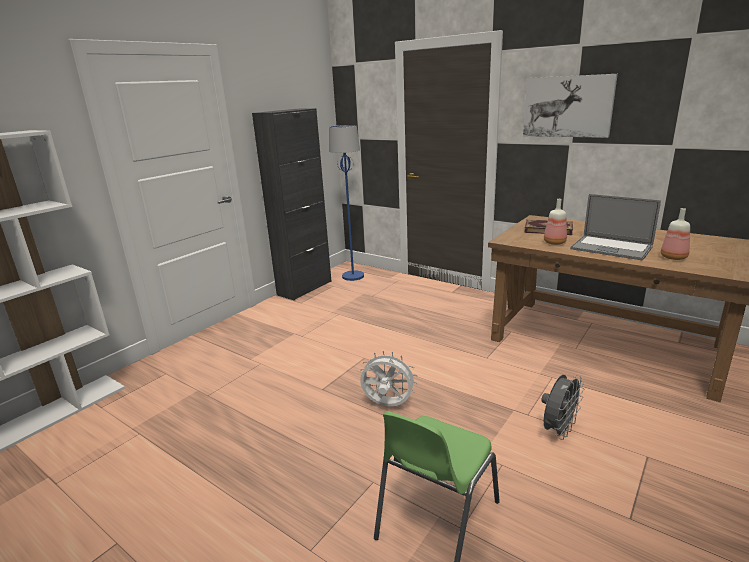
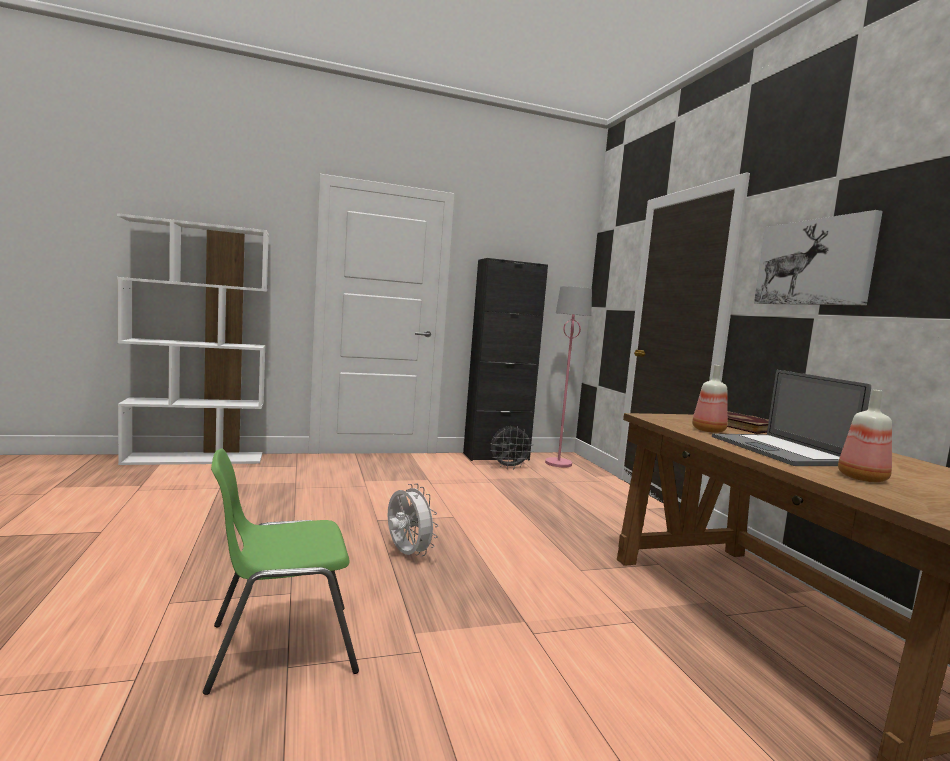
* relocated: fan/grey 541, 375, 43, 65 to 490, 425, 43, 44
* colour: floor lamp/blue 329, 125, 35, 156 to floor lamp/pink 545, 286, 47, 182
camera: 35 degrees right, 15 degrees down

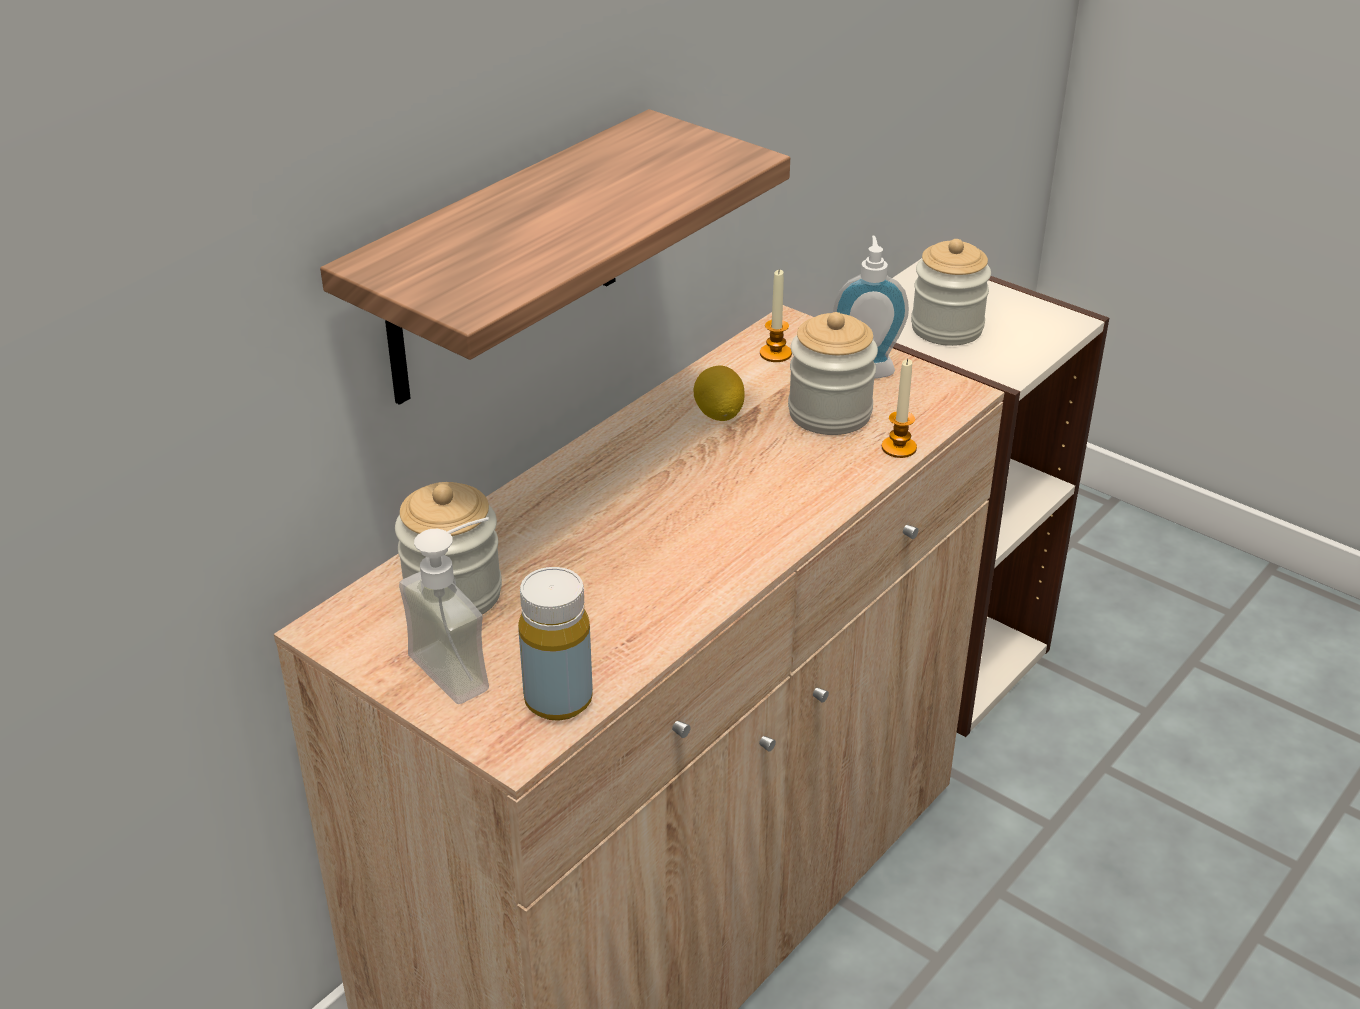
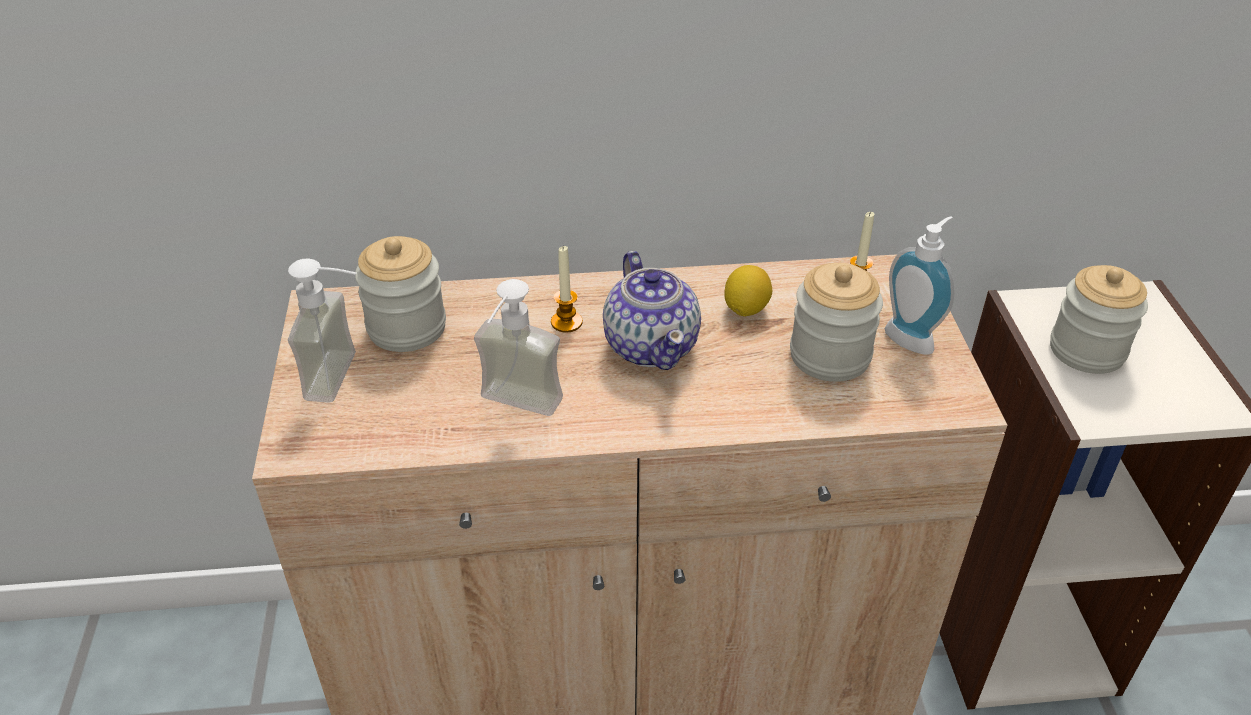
* missing: shelf 320, 109, 470, 296
* missing: bottle/yellow 518, 567, 75, 154
* appeared: soap dispenser 474, 279, 89, 137
* appeared: teapot 603, 251, 98, 119
* relocated: candle 882, 359, 35, 99 to 551, 246, 32, 87
camera: 45 degrees right, 5 degrees up

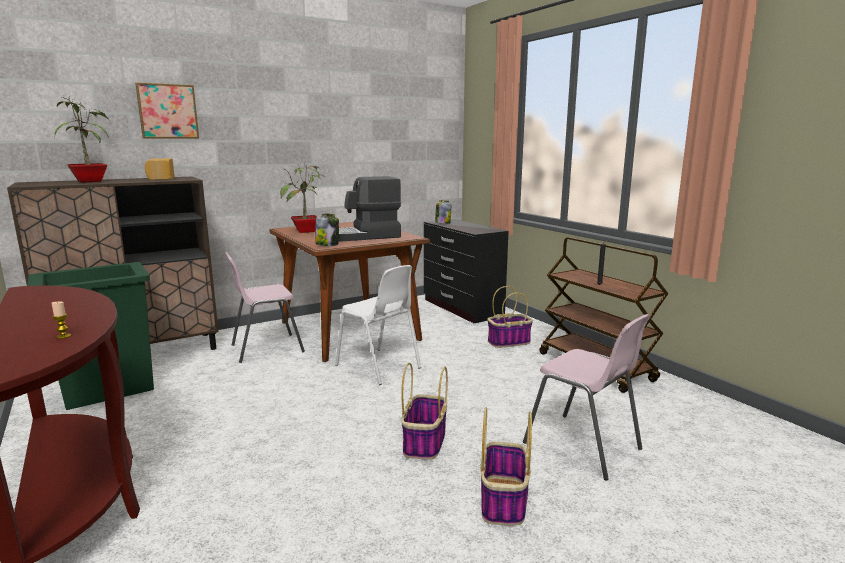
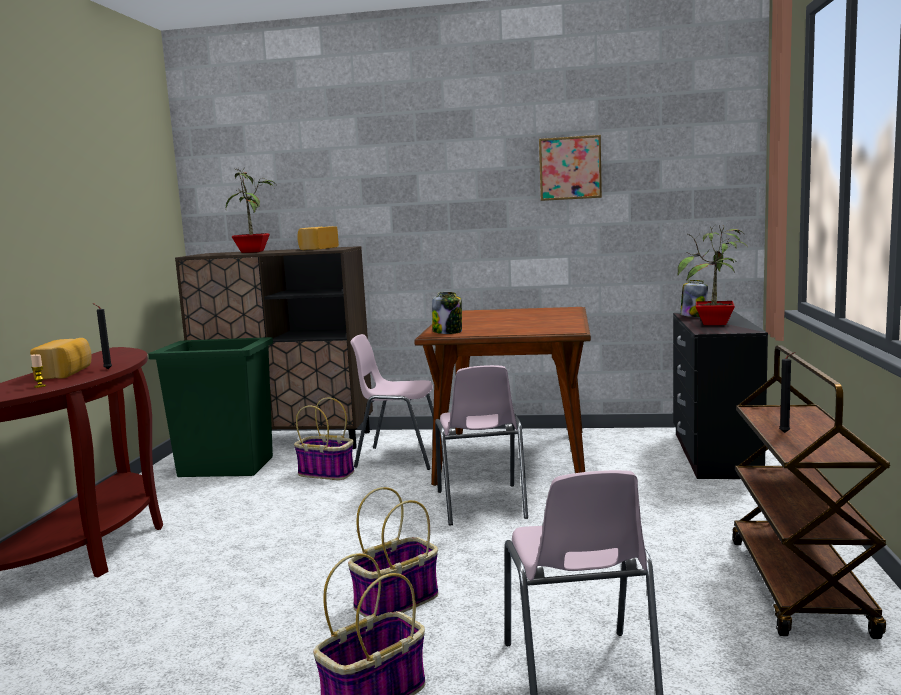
* missing: coffee machine 339, 176, 62, 66
* appeared: bread 30, 338, 61, 41
* appeared: candle/black 92, 303, 20, 66
* relocated: picture 135, 82, 64, 57 to 539, 135, 63, 66
* relocated: potted plant 280, 163, 47, 70 to 677, 225, 71, 100
* relocated: basket 488, 286, 45, 62 to 294, 397, 60, 83
* colour: chair/white 335, 265, 86, 120 to chair/pink 435, 365, 93, 160
camera: 40 degrees right, 5 degrees down

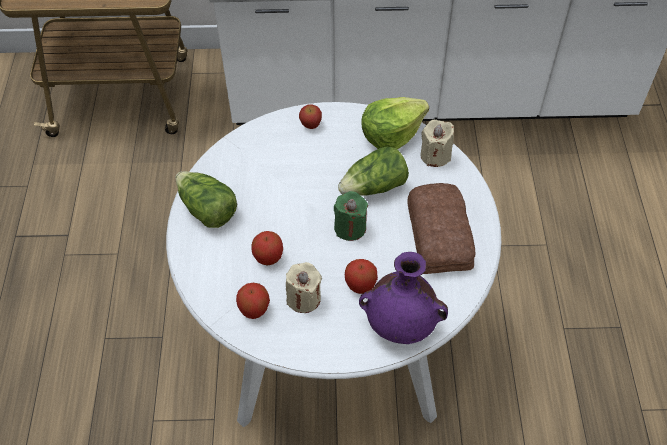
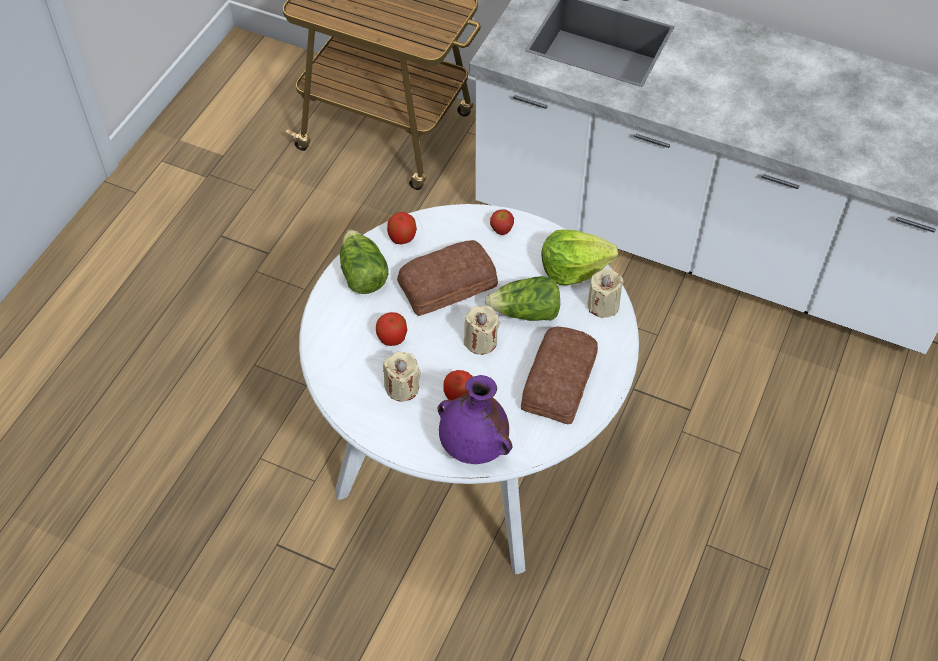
* appeared: bread 397, 240, 101, 76
* relocated: apple 236, 283, 34, 36 to 387, 212, 30, 32
* colour: candle/green 334, 191, 34, 50 to candle/beige 464, 305, 36, 50
camera: 25 degrees right, 0 degrees up

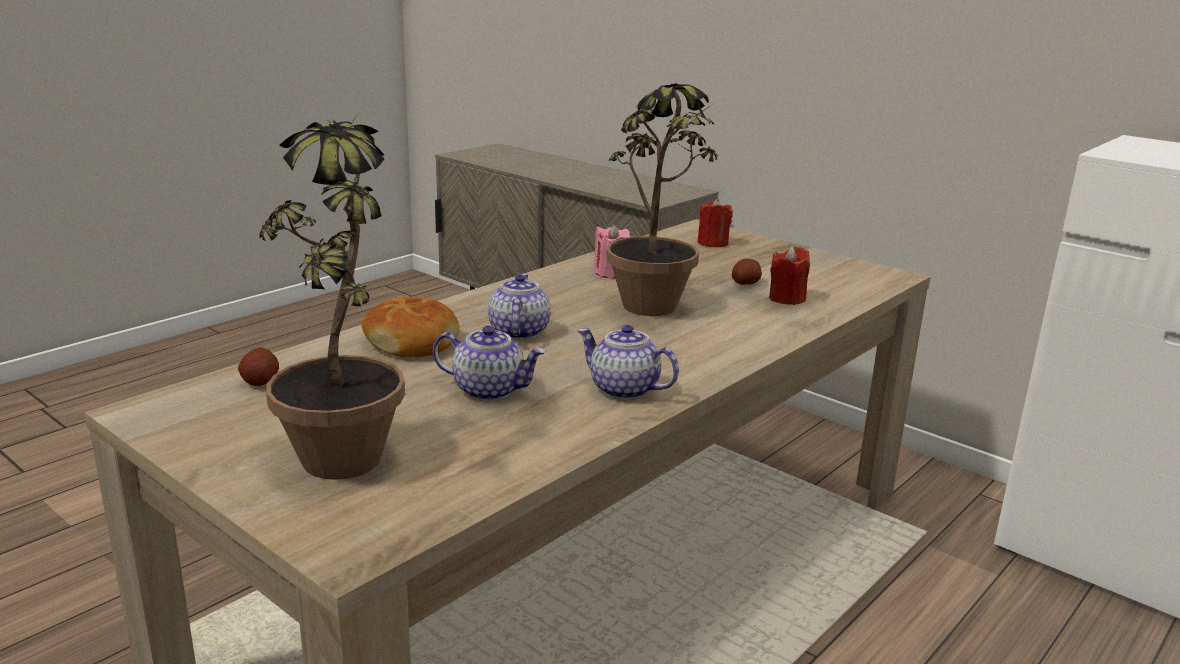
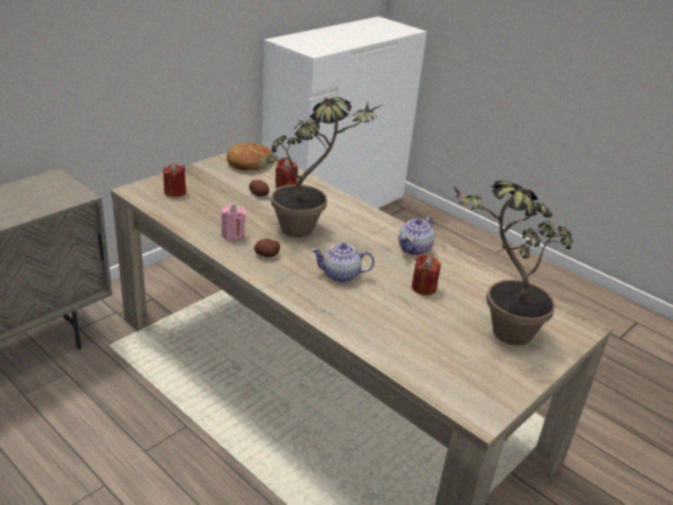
* relocated: potato 238, 347, 41, 39 to 254, 238, 26, 19
* relocated: bread 362, 297, 97, 60 to 227, 142, 45, 28
* exchanged: teapot 433, 326, 113, 75 to candle/red 412, 254, 29, 41
camera: 90 degrees left, 10 degrees up

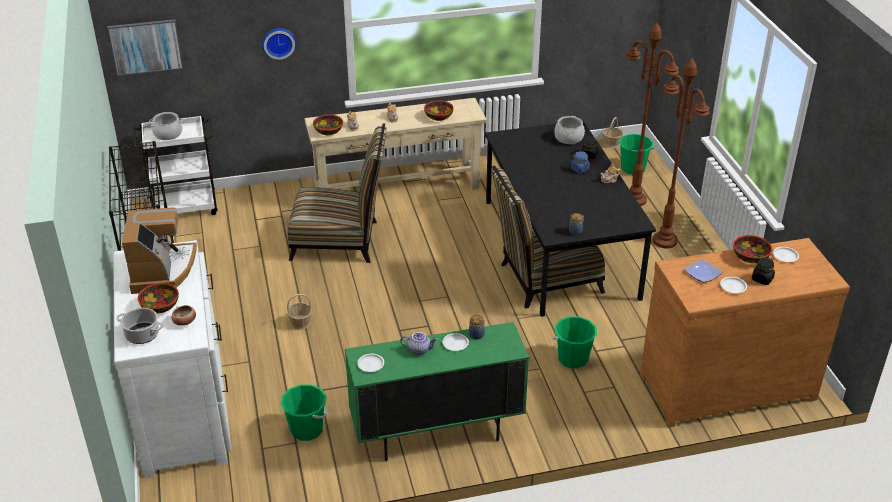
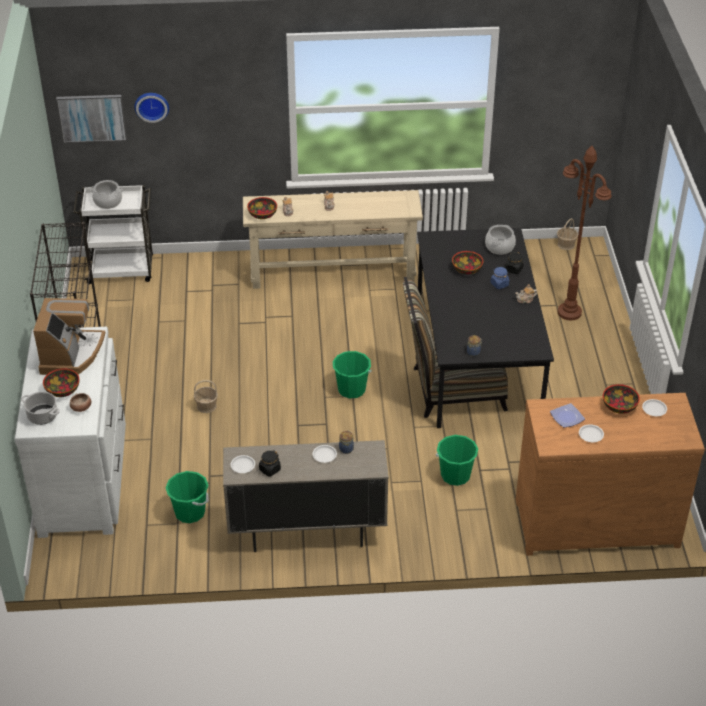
* missing: chair 288, 123, 99, 140
* missing: teapot 400, 332, 38, 23
* missing: floor lamp/brown 653, 58, 57, 191
* relocated: wall clock 262, 28, 34, 32 to 134, 93, 35, 30
* relocated: bowl 424, 100, 30, 21 to 452, 251, 31, 24
* relocated: bucket/green 619, 134, 35, 41 to 333, 351, 39, 47
* relocated: jar/black 752, 257, 23, 28 to 259, 450, 22, 27
* colour: cabinet/green 345, 322, 184, 139 to cabinet/beige 223, 440, 166, 112
camera: 10 degrees right, 5 degrees up

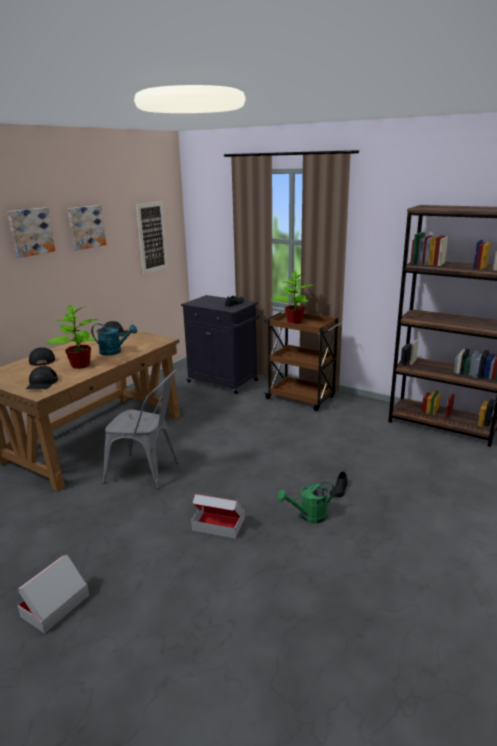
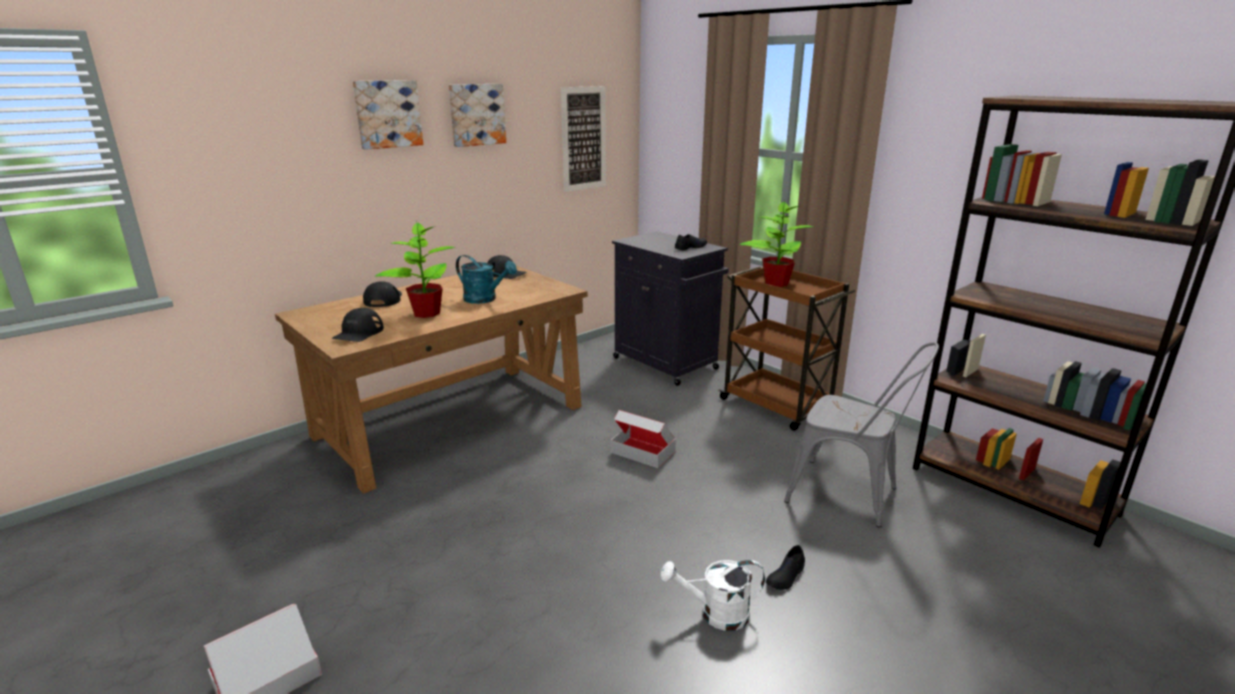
* relocated: chair/grey 103, 370, 76, 119 to 784, 342, 155, 185
* relocated: cardboard box 191, 494, 54, 45 to 611, 410, 65, 58
* colour: watering can/green 277, 481, 57, 42 to watering can/white 660, 560, 105, 71
camera: 15 degrees right, 0 degrees up

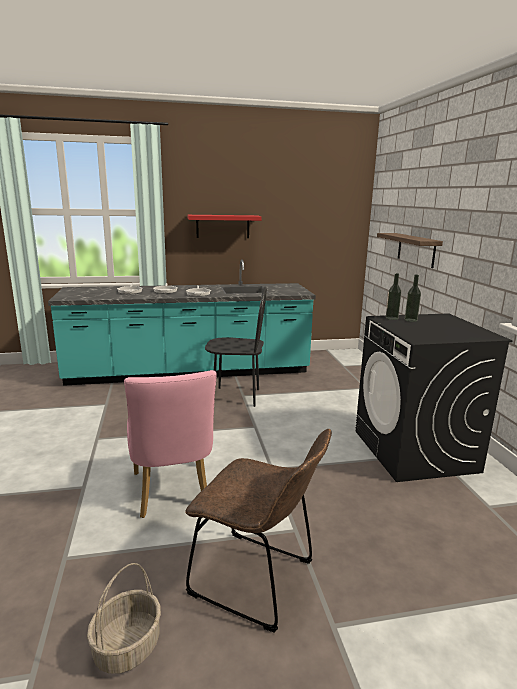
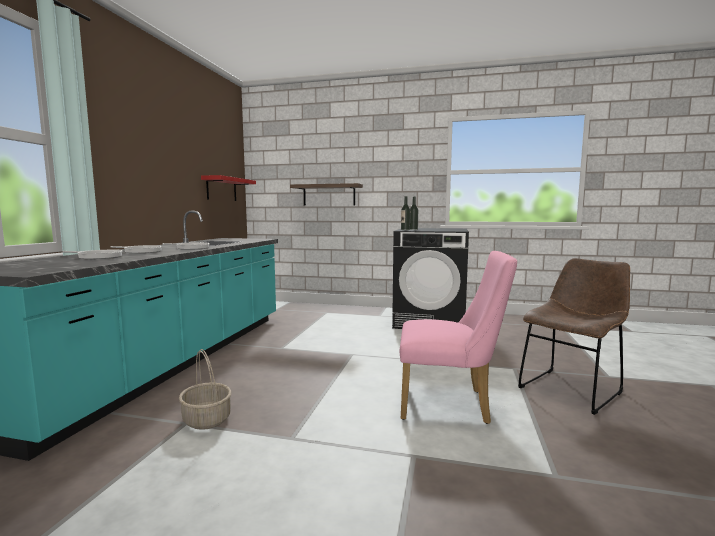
* missing: chair/black 205, 286, 62, 121
* relocated: basket 87, 563, 74, 111 to 179, 349, 53, 81
* relocated: shelf/red 188, 215, 74, 23 to 201, 175, 55, 26
camera: 65 degrees left, 10 degrees down

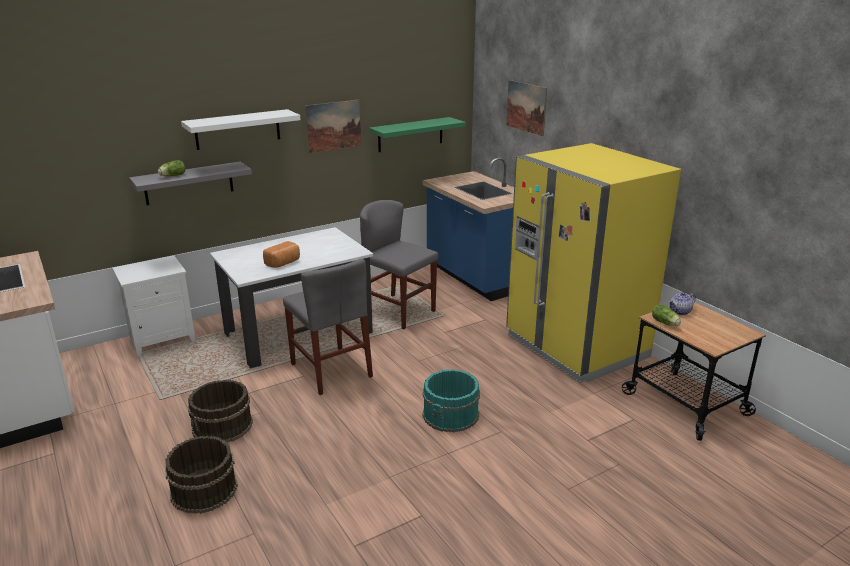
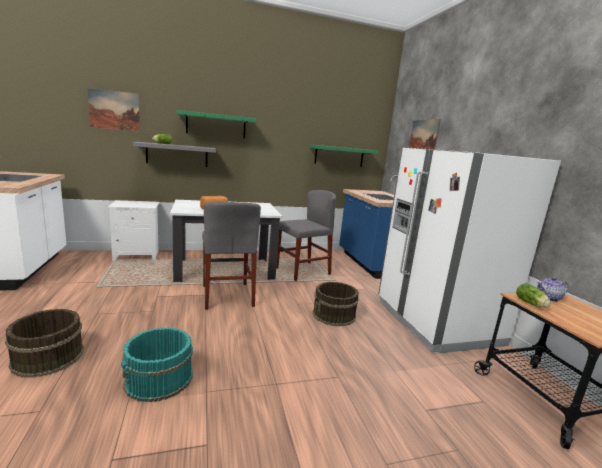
* relocated: bucket/brown 188, 380, 65, 63 to 313, 282, 46, 44
* relocated: picture 305, 100, 56, 53 to 87, 88, 53, 44
* relocated: bucket/turquoise 422, 369, 58, 63 to 121, 327, 72, 75
* colour: shelf/white 181, 109, 119, 41 to shelf/green 176, 110, 80, 29
* colour: fridge/yellow 506, 143, 175, 240 to fridge/white 378, 147, 183, 206
* spun: chair/grey 360, 200, 78, 129 = 276, 190, 60, 91 90 degrees clockwise
camera: 15 degrees right, 10 degrees down

